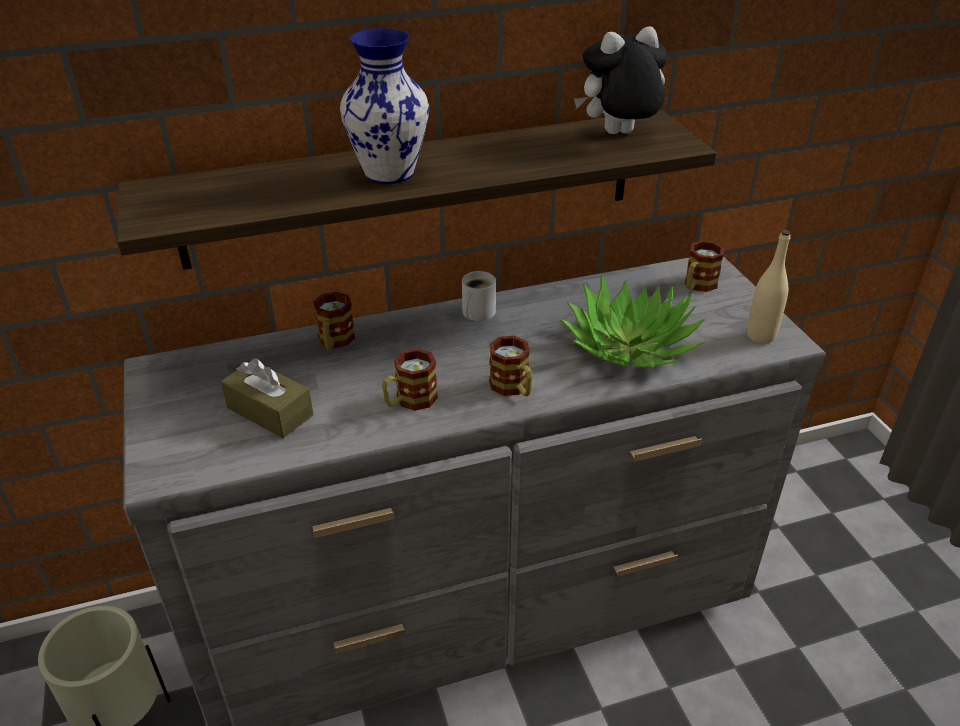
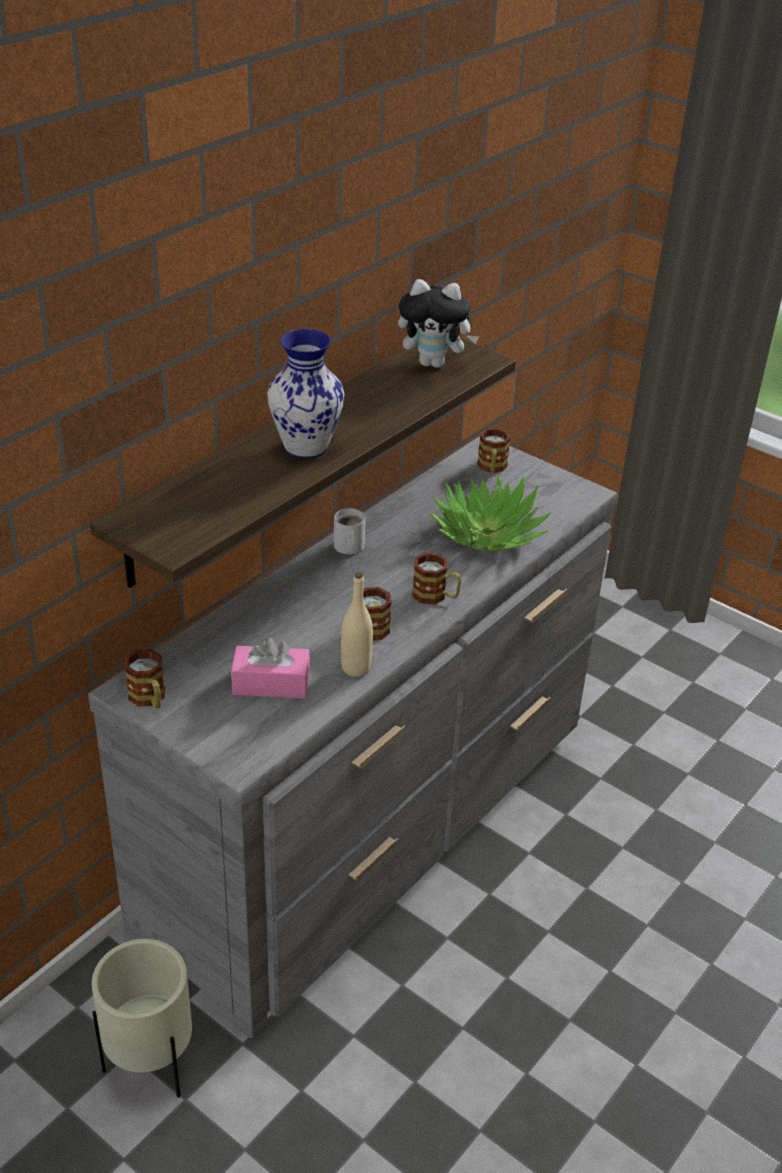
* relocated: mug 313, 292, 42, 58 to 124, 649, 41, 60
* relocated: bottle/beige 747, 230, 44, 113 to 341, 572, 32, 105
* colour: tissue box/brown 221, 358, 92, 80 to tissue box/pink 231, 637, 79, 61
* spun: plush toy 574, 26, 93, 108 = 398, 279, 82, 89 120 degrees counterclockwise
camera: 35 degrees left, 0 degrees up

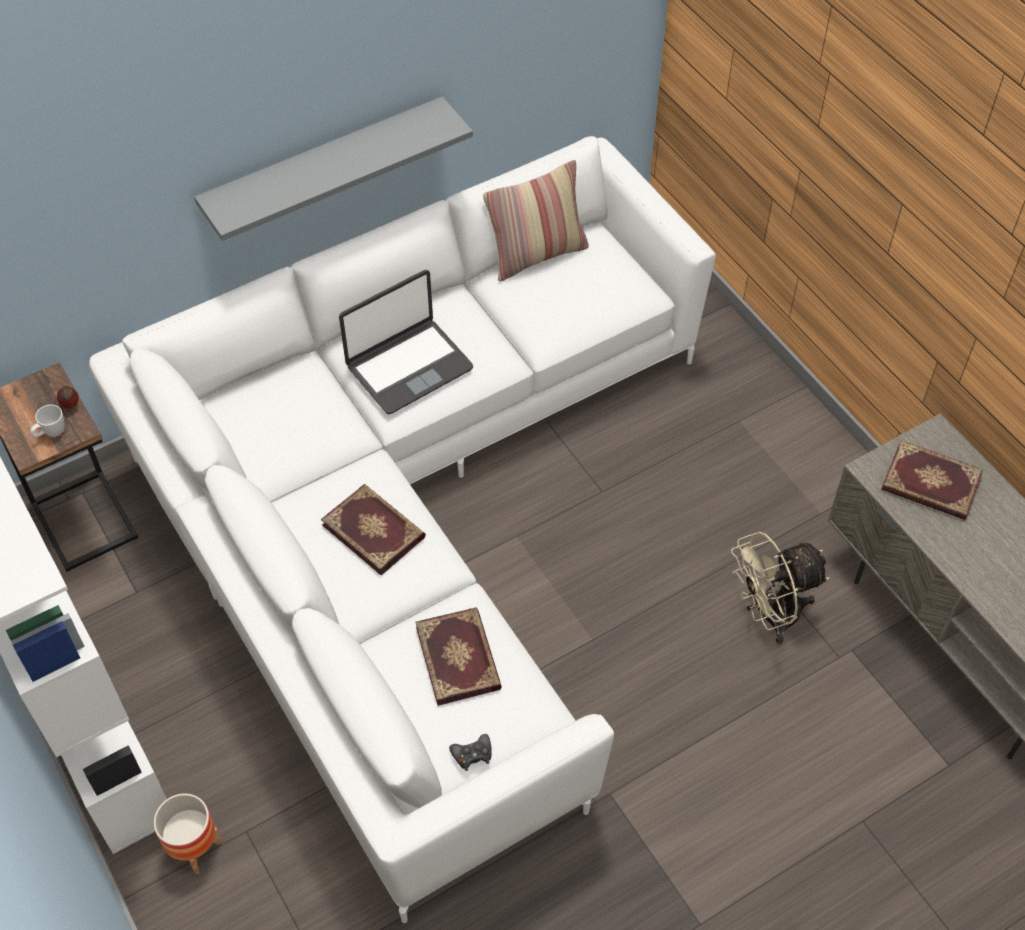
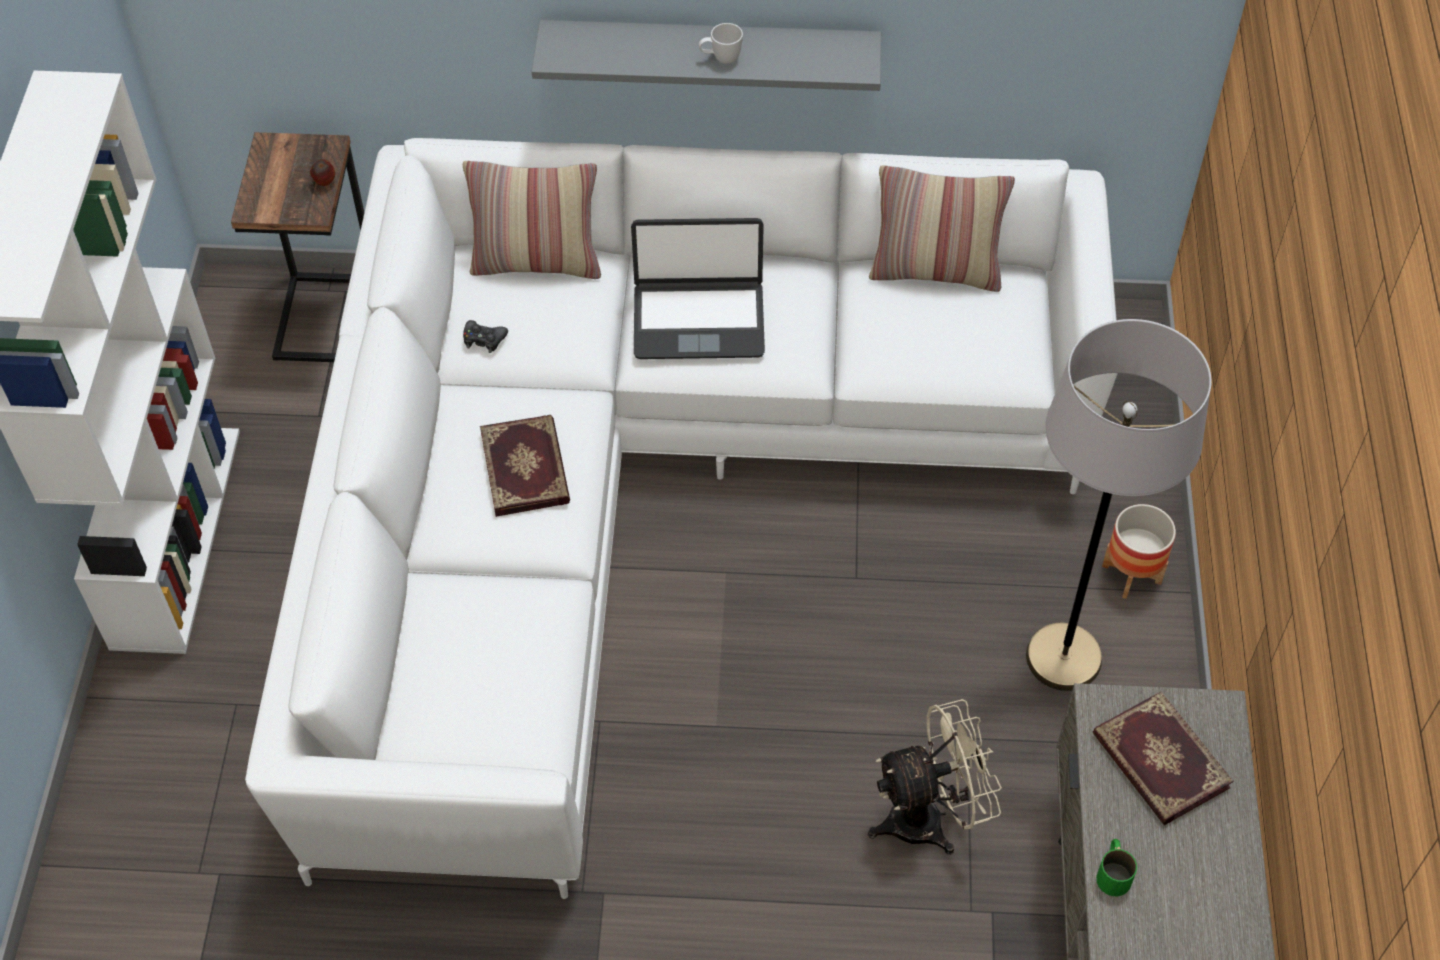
* missing: book 415, 608, 87, 98
* appeared: pillow 463, 161, 138, 118
* appeared: floor lamp/grey 1026, 319, 186, 372
* appeared: mug/green 1096, 839, 41, 57
* relocated: mug/white 30, 405, 35, 32 to 699, 23, 44, 41
* relocated: planter 154, 794, 68, 80 to 1102, 504, 74, 95
* relocated: game controller/black 449, 734, 43, 37 to 463, 320, 45, 33
* spun: fan/beige 731, 532, 99, 112 = 868, 699, 134, 156 150 degrees clockwise
camera: 35 degrees right, 0 degrees up

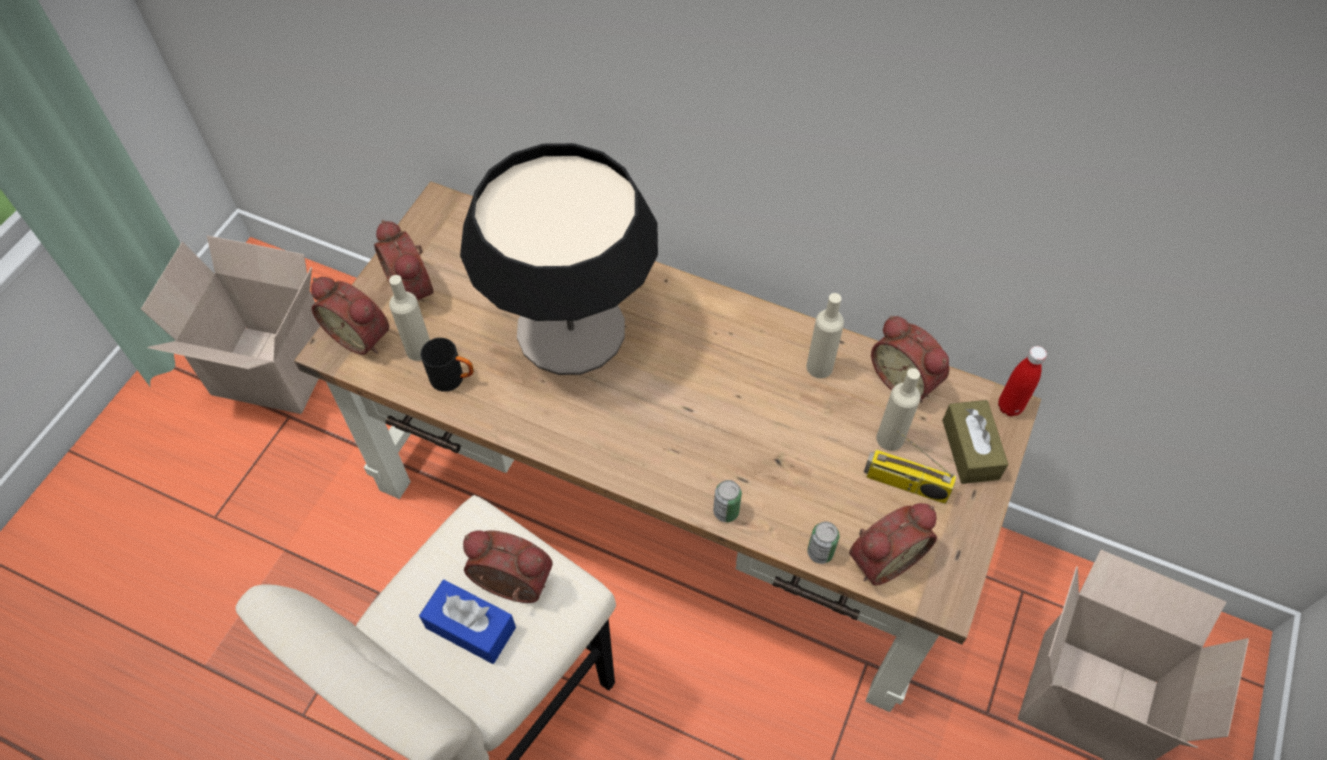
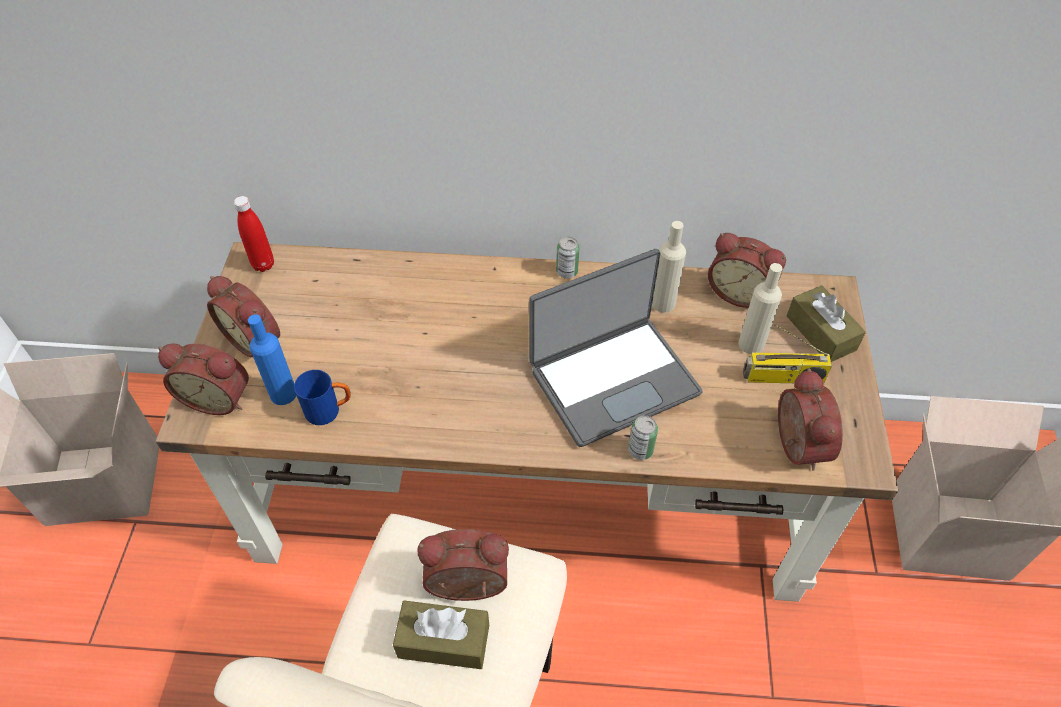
* missing: table lamp 460, 143, 198, 232
* appeared: laptop 529, 249, 174, 198
* relocated: can 807, 521, 33, 43 to 556, 237, 24, 42
* relocated: bottle/red 998, 346, 49, 70 to 234, 196, 40, 76
* colour: bottle/beige 389, 275, 41, 86 to bottle/blue 248, 314, 48, 91
* colour: tissue box/blue 419, 580, 97, 84 to tissue box/brown 393, 601, 96, 68
* colour: mug/black 420, 338, 54, 54 to mug/blue 294, 370, 57, 55
* spun: alarm clock 849, 503, 88, 82 = 778, 368, 65, 103 45 degrees counterclockwise
camera: 20 degrees left, 5 degrees down

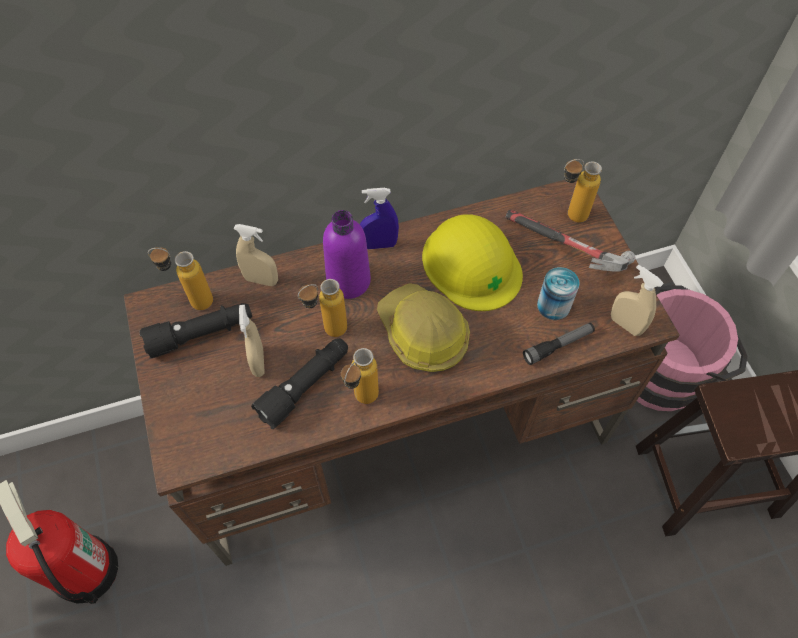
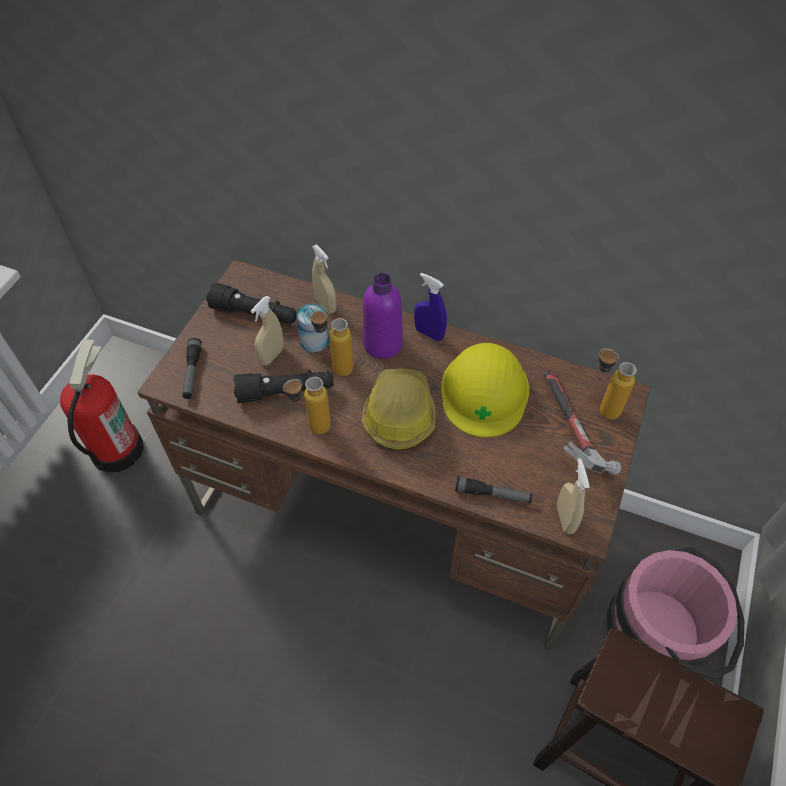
* missing: bottle 148, 248, 65, 62
* appeared: flashlight 182, 338, 20, 61
* relocated: can 537, 267, 43, 53 to 296, 303, 33, 49
camera: 40 degrees right, 5 degrees down

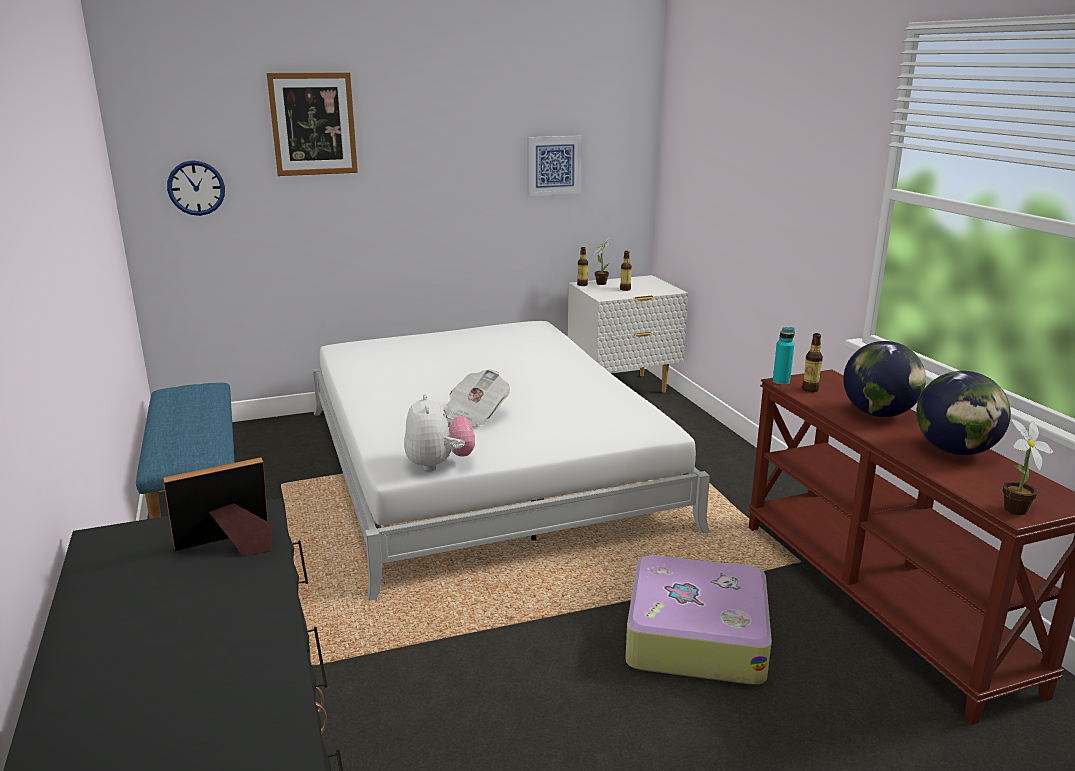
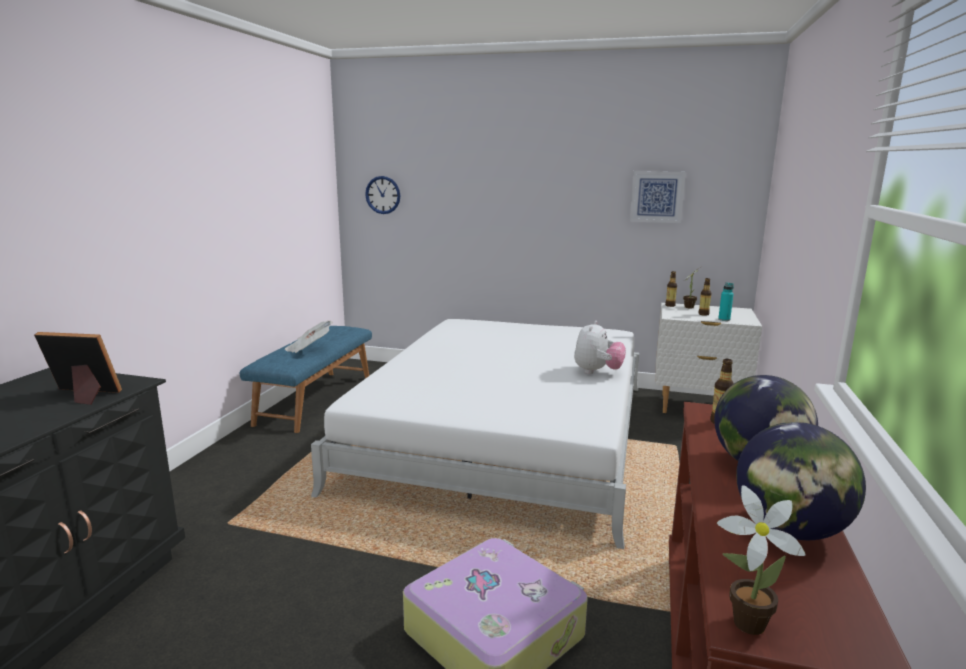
* missing: picture 267, 72, 91, 104
* relocated: plush toy 404, 394, 71, 78 to 574, 321, 52, 53
* relocated: newspaper 447, 369, 63, 57 to 285, 321, 48, 32
* relocated: bottle/turquoise 773, 327, 22, 58 to 718, 282, 16, 39
camera: 35 degrees right, 5 degrees down

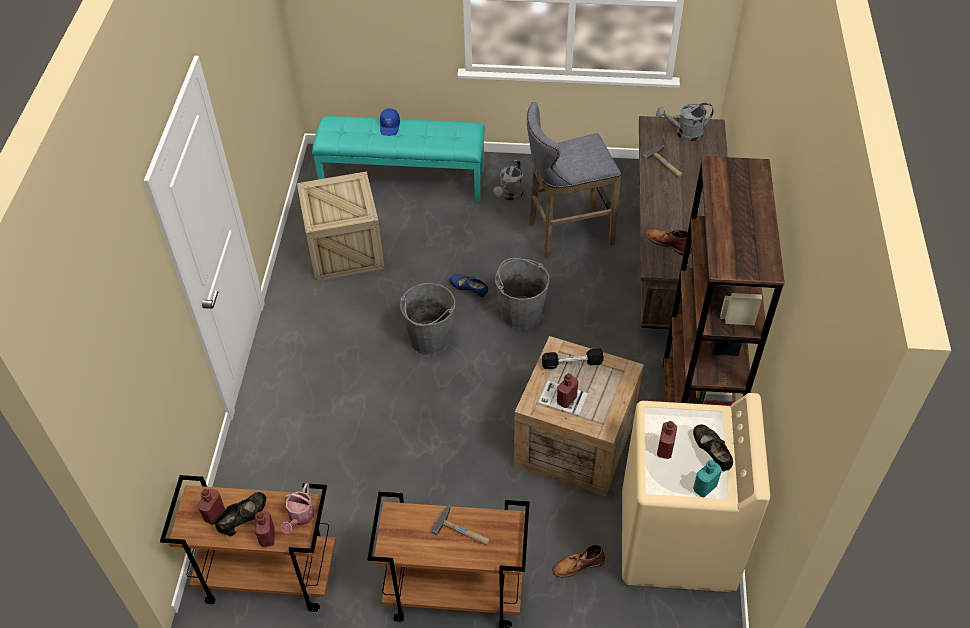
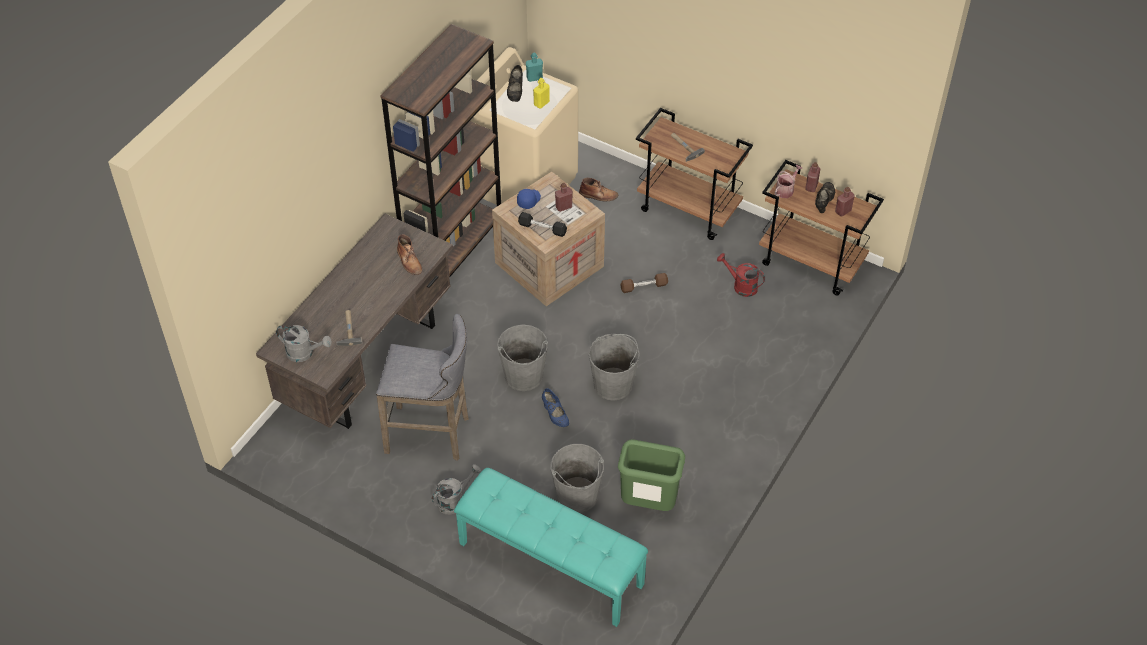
* appeared: bucket/grey 551, 444, 53, 69
* appeared: dumbbell/brown 620, 273, 48, 20
* appeared: watering can/red 717, 253, 48, 44
* relocated: cap/blue 380, 108, 20, 28 to 517, 189, 24, 20
* exchanged: crate 297, 171, 88, 110 to trash can/green 618, 439, 67, 72
* colour: bottle/red 657, 421, 20, 38 to bottle/yellow 533, 78, 17, 30
* spun: shoe/black 215, 492, 51, 44 = 815, 182, 20, 31 135 degrees clockwise
camera: 155 degrees left, 0 degrees up

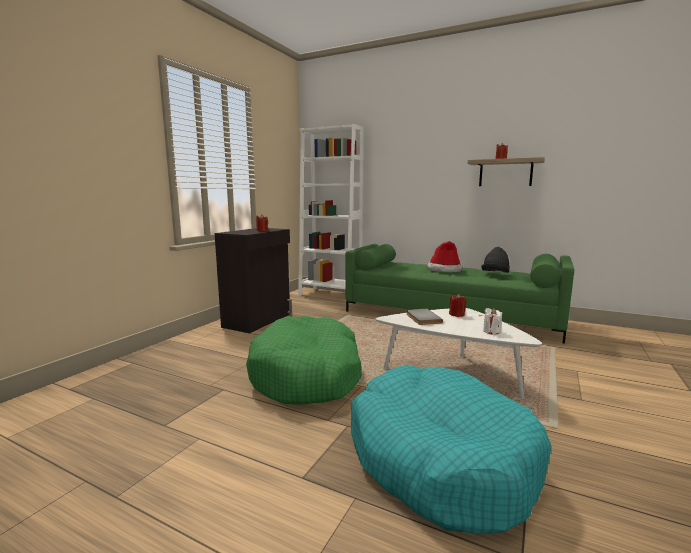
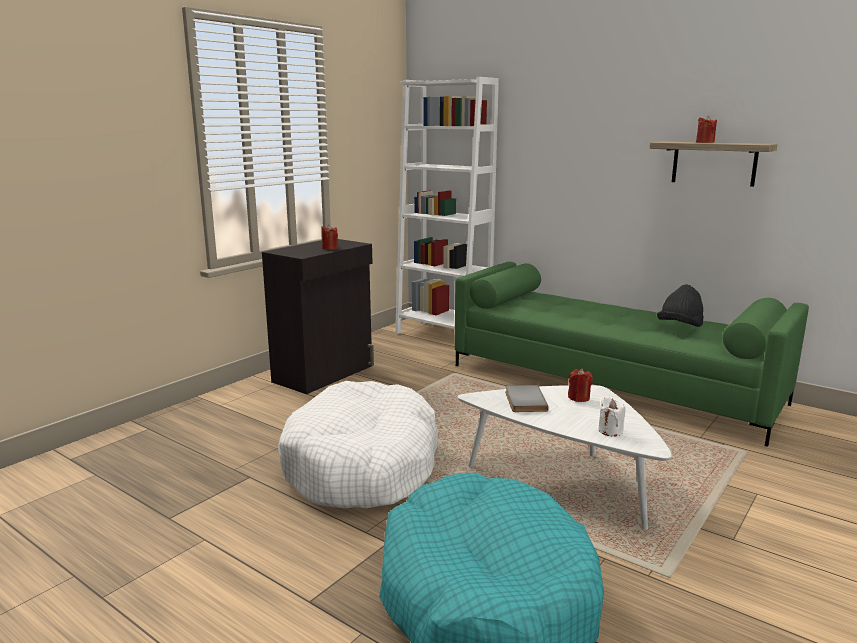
* missing: hat 427, 241, 36, 31
* colour: dog bed/green 246, 316, 116, 89 to dog bed/white 278, 381, 160, 127
camera: 10 degrees right, 5 degrees up

